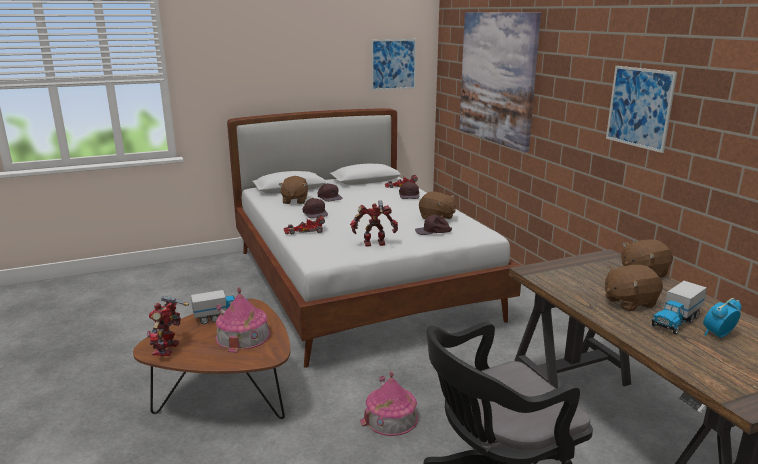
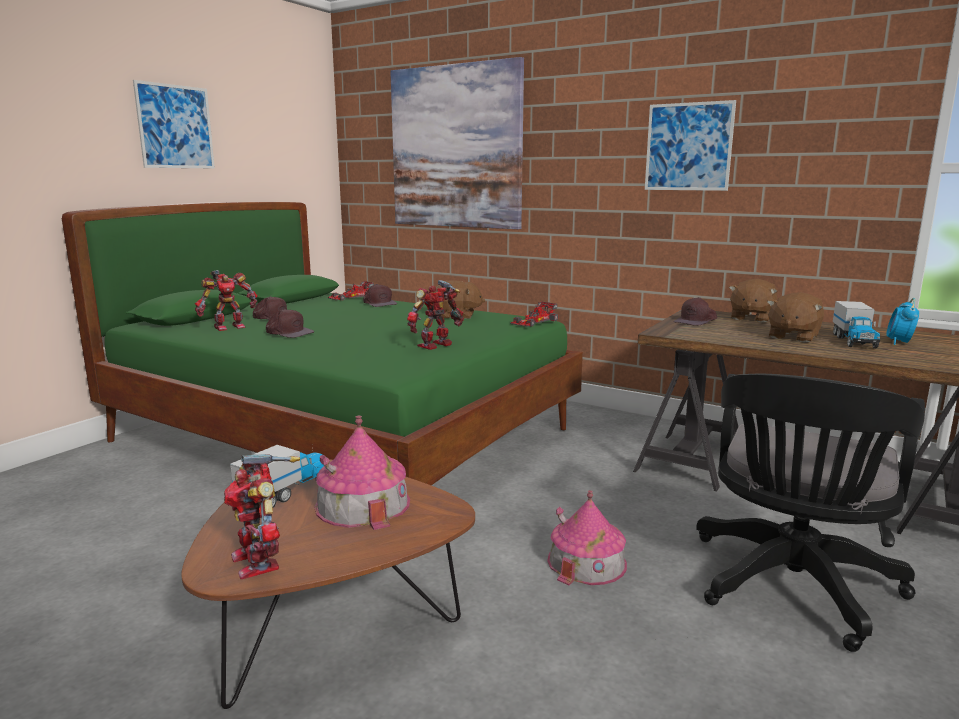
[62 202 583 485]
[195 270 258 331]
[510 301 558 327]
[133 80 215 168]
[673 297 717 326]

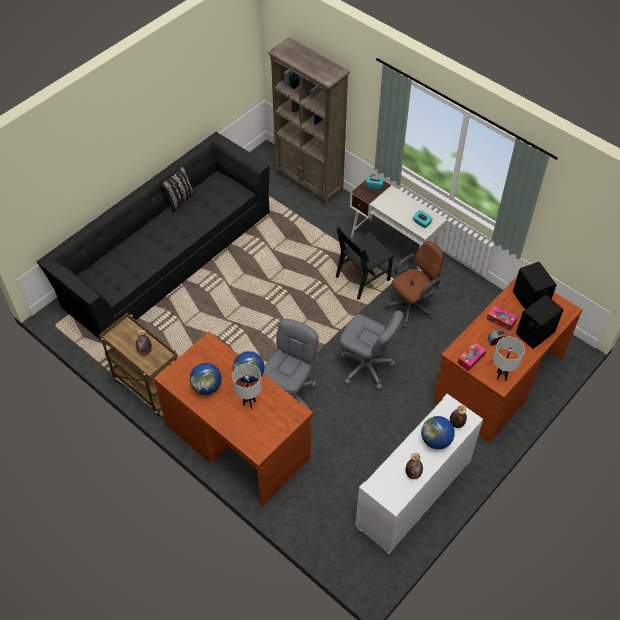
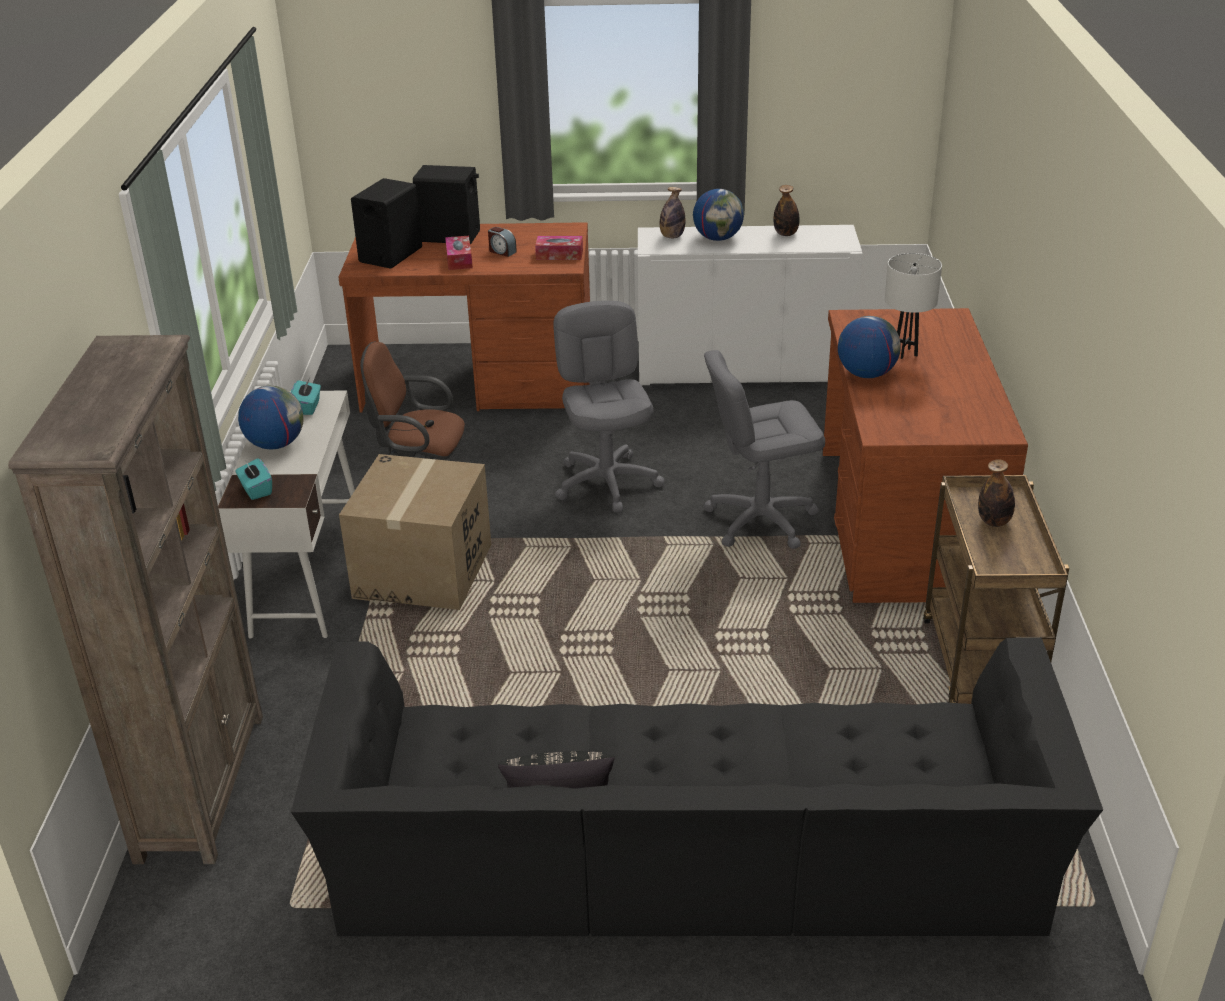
[238 386 304 449]
[339 454 491 610]
[493 337 525 381] (first image)

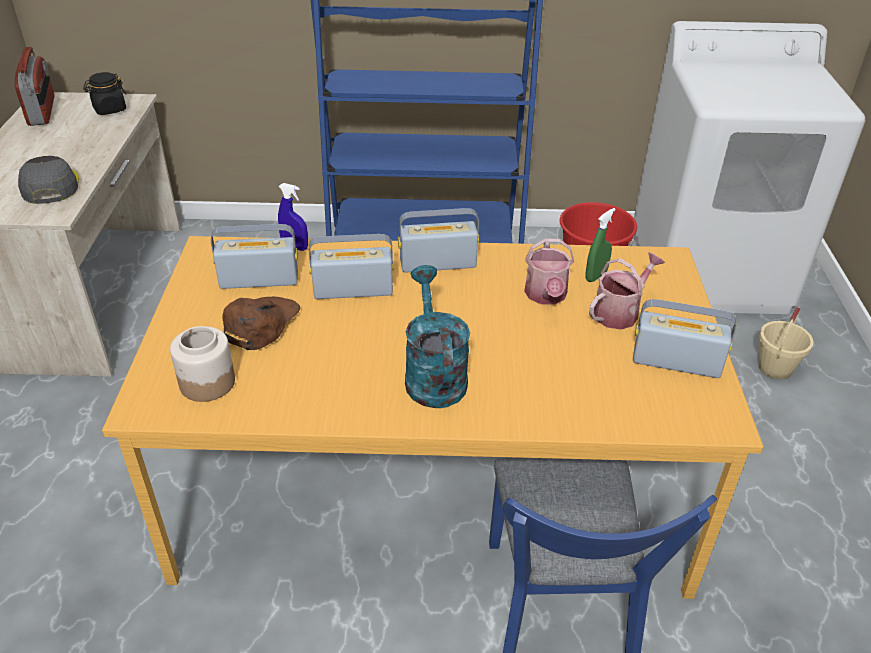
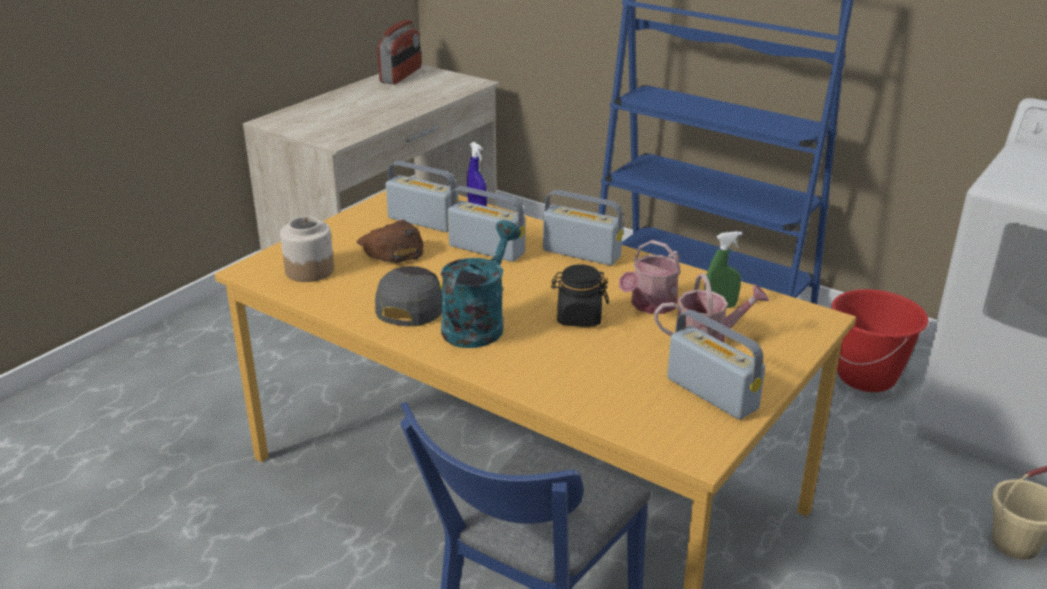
[375 266 442 327]
[551 264 609 327]
[357 220 423 263]

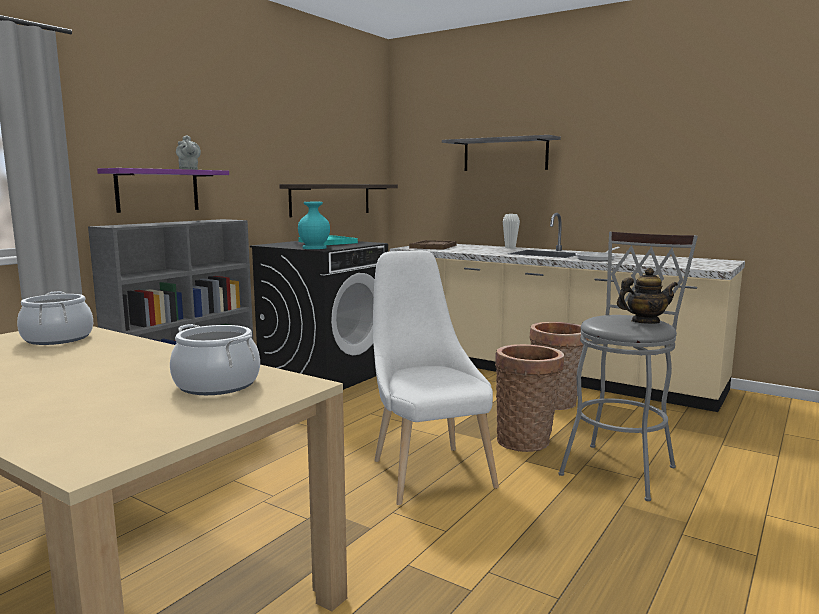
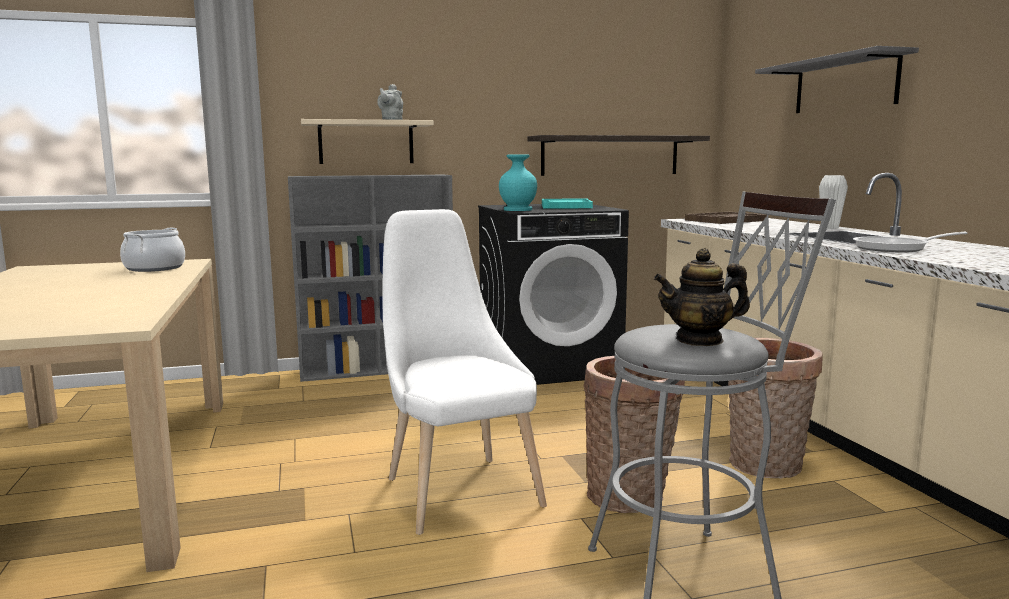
[301 119 434 164]
[170 324 260 395] (first image)
[382 209 547 535]
[654 248 750 346]

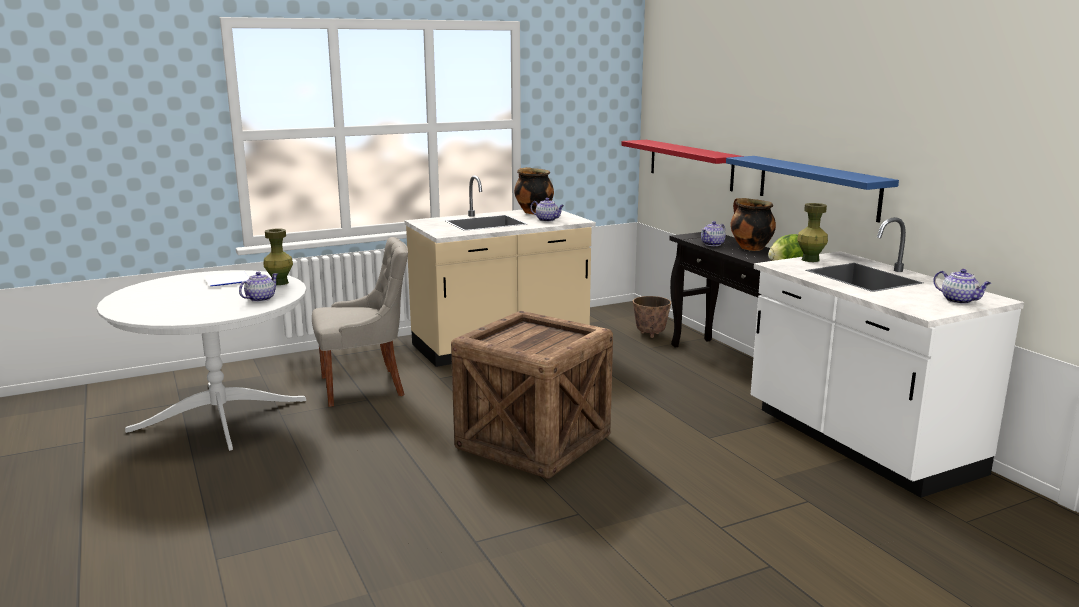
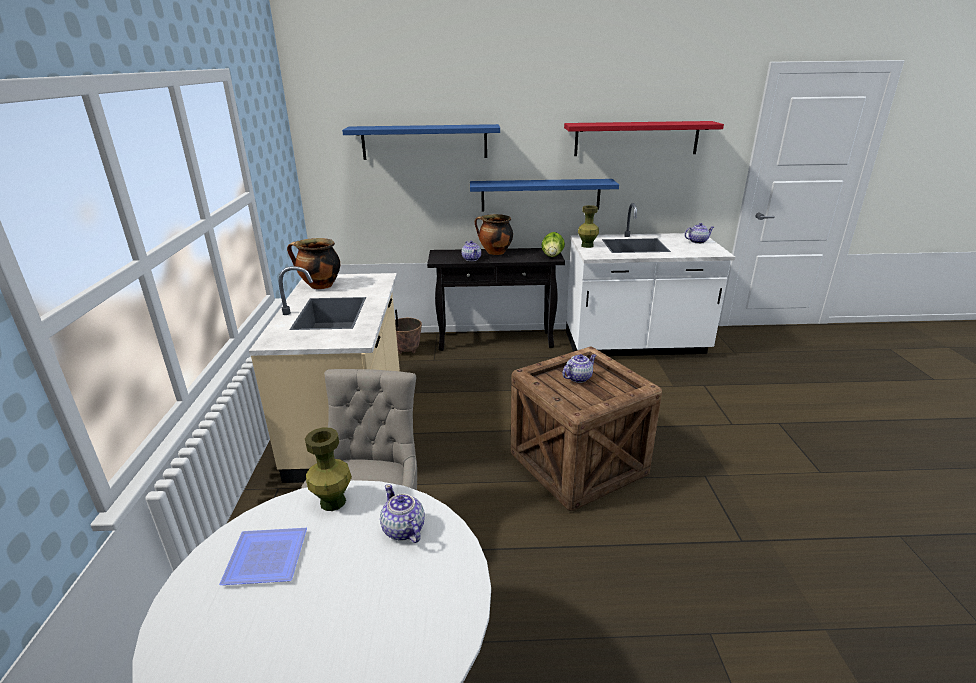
[562 354 596 383]
[564 121 724 156]
[342 124 500 160]

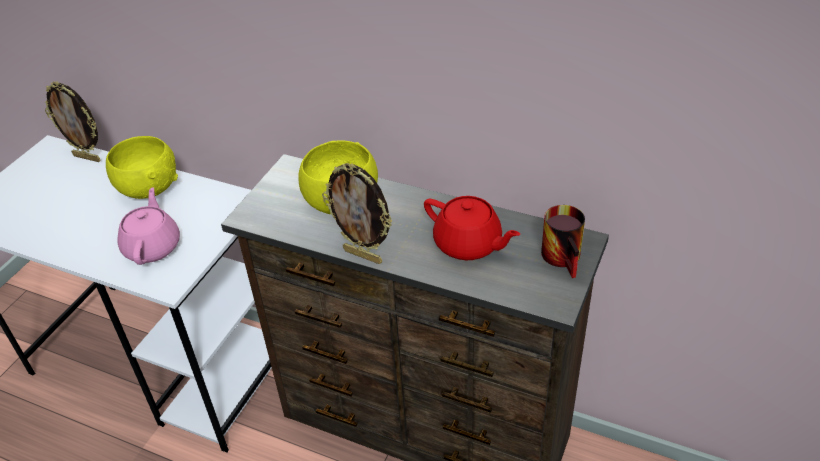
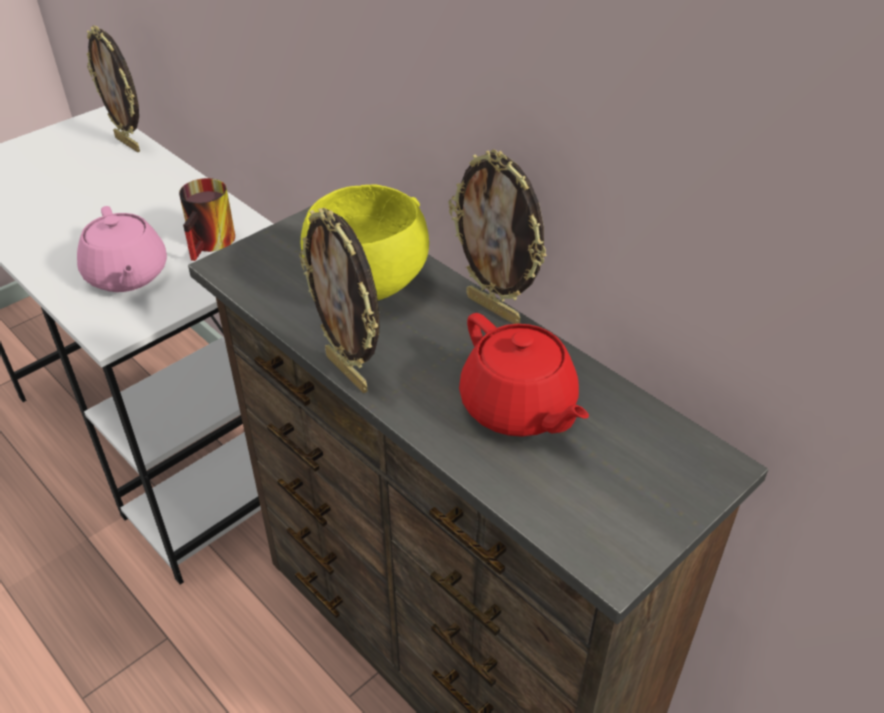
[106 136 178 199] (first image)
[77 206 167 292]
[179 178 235 261]
[448 149 547 324]

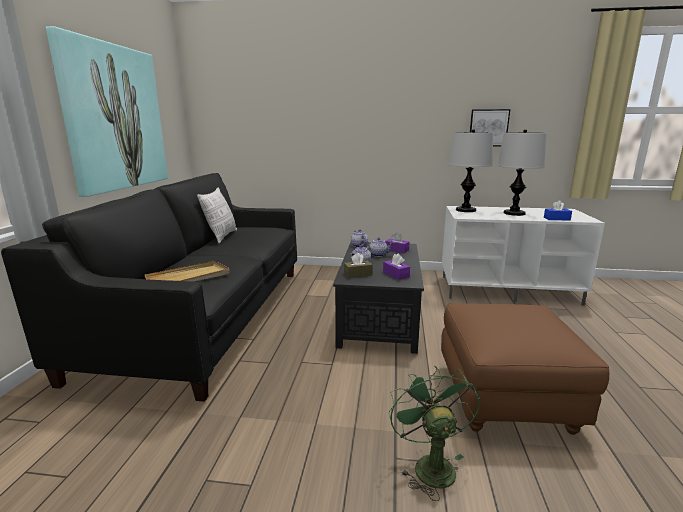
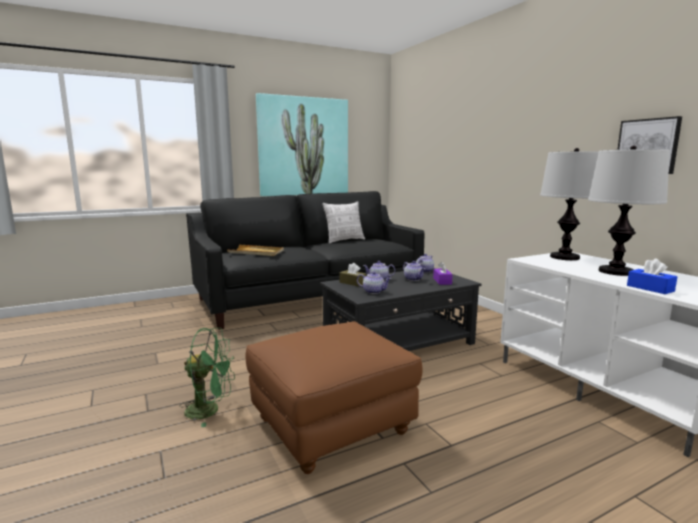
[357 271 391 294]
[179 328 235 427]

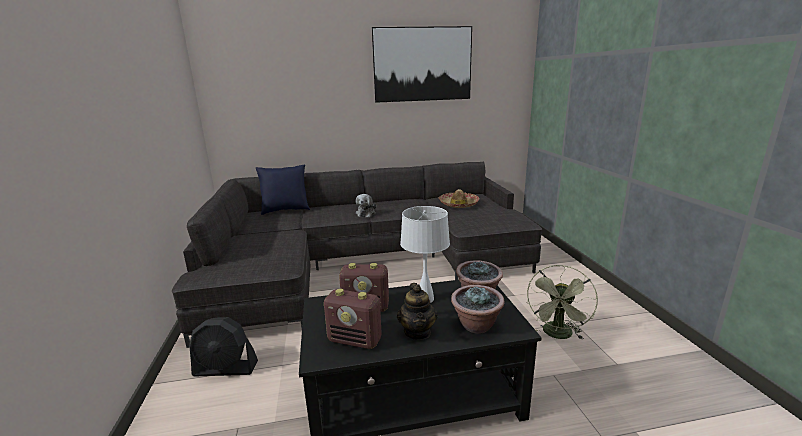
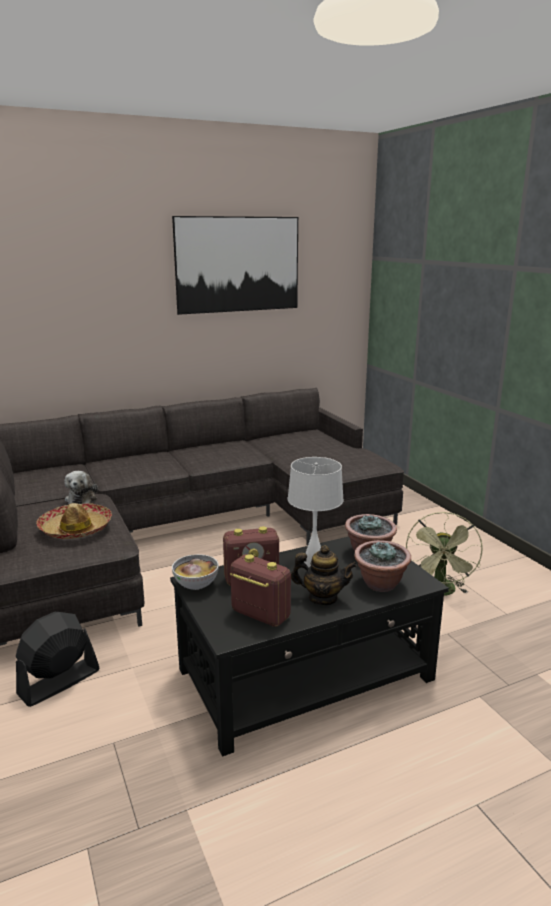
[16 612 100 707]
[256 165 310 215] (first image)
[230 554 291 627]
[65 471 98 504]
[291 545 357 605]
[36 503 112 539]
[172 554 219 590]

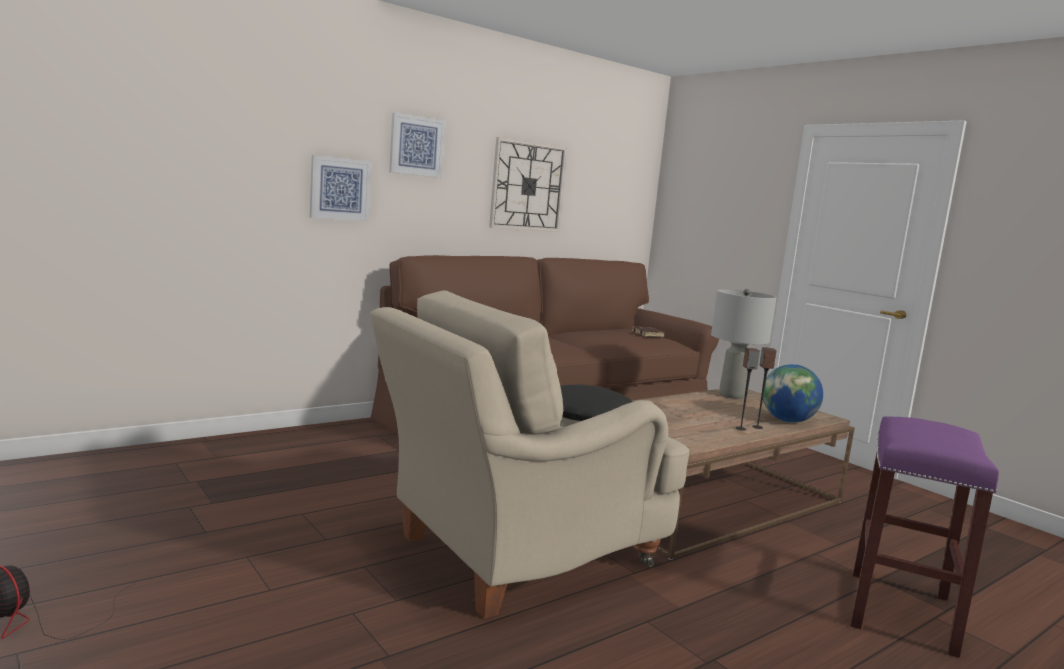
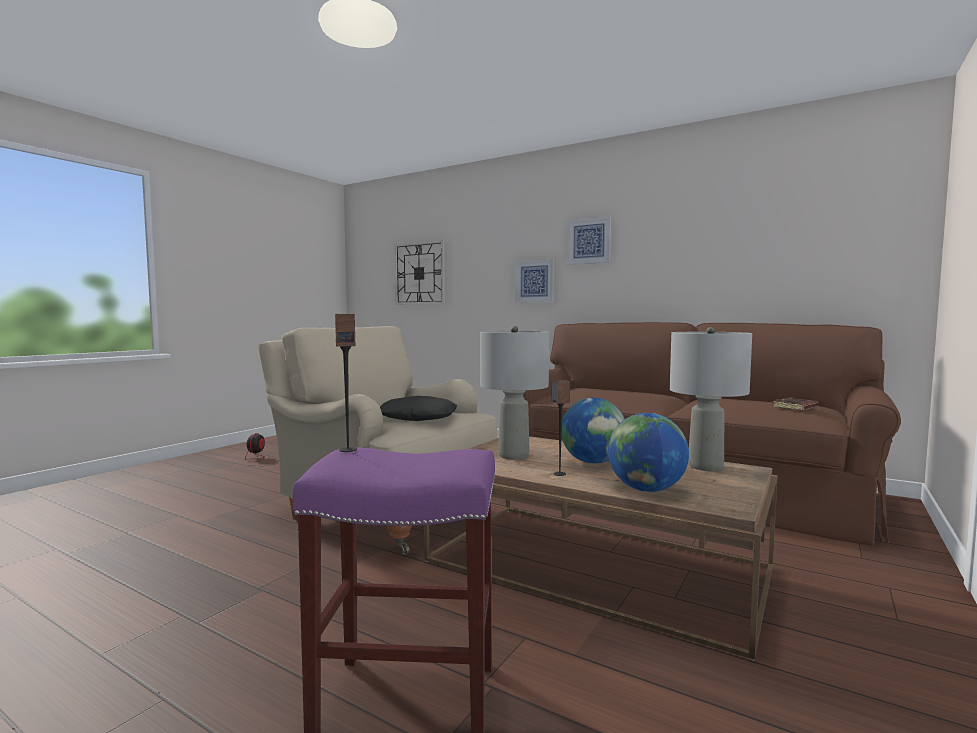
[394 240 445 305]
[335 314 357 452]
[480 326 549 460]
[561 397 625 464]

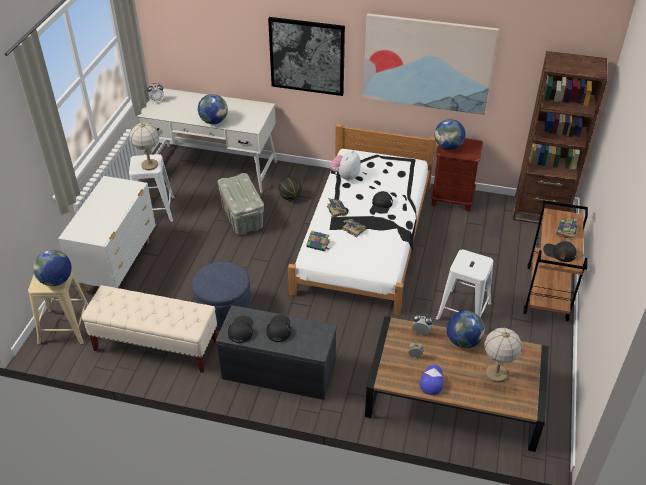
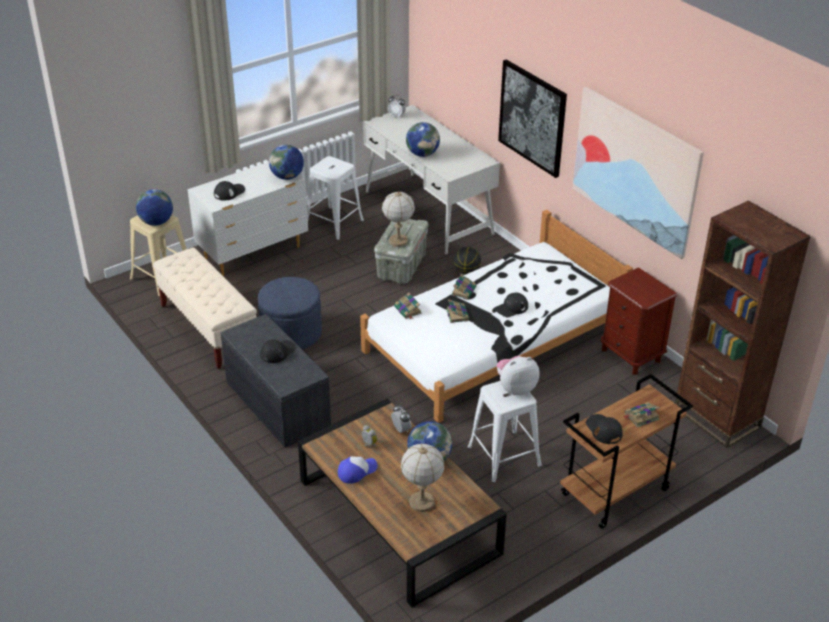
[382 192 415 247]
[214 181 245 201]
[497 356 540 395]
[269 145 304 180]

